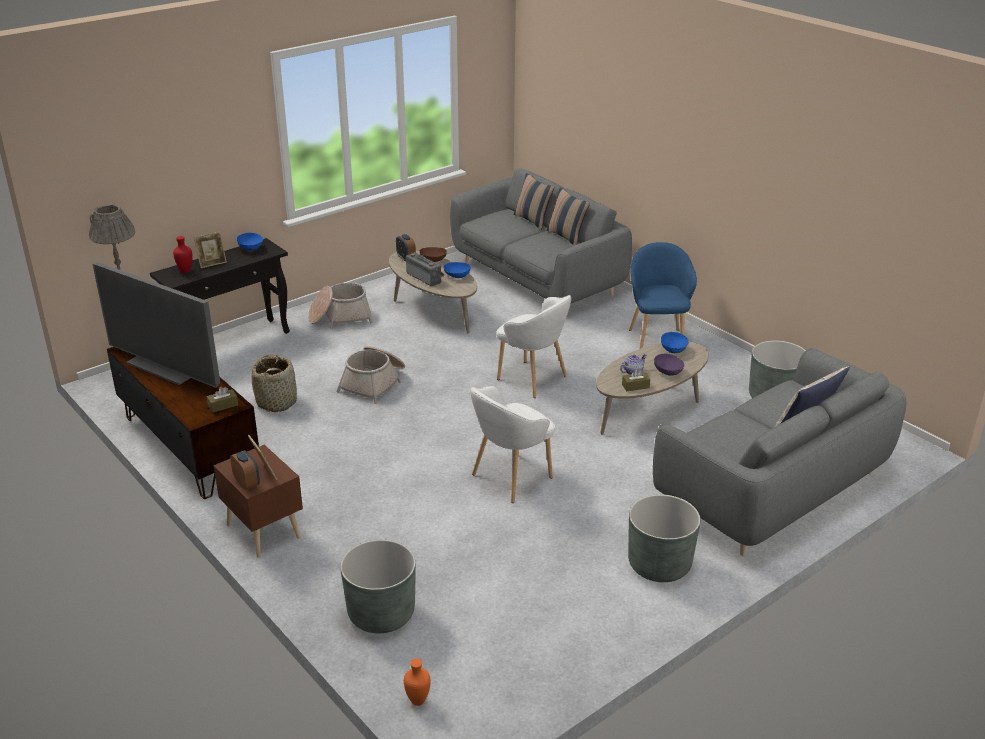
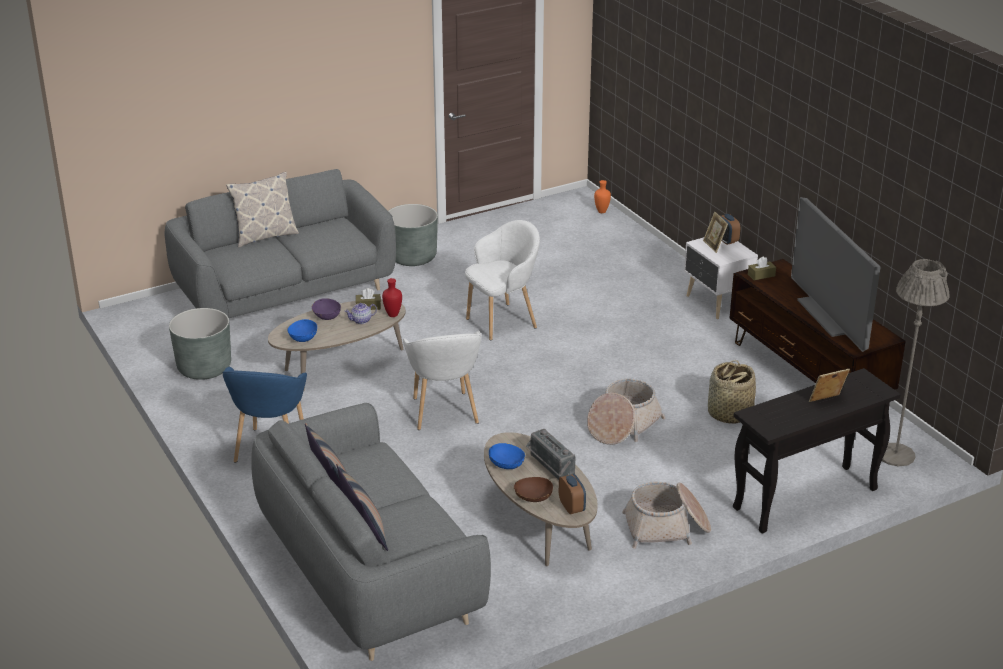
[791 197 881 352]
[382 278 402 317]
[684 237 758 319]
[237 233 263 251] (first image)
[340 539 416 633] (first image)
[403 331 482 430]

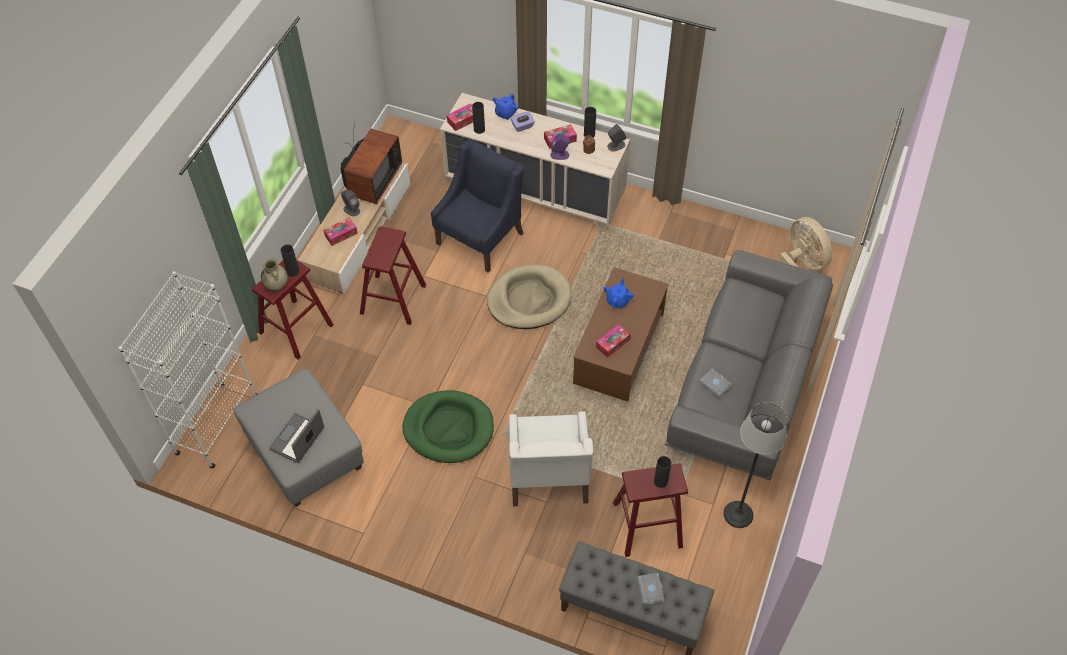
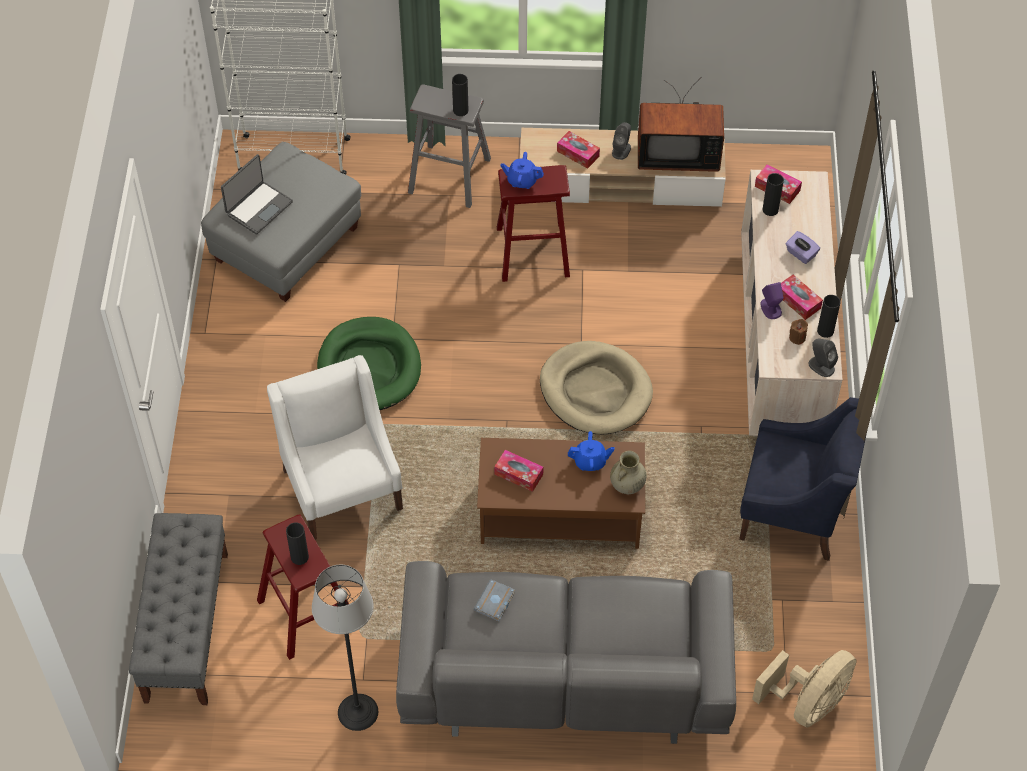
[408 85 491 208]
[610 451 646 494]
[221 154 293 234]
[739 397 867 561]
[500 152 544 189]
[267 355 403 540]
[637 573 665 605] (first image)

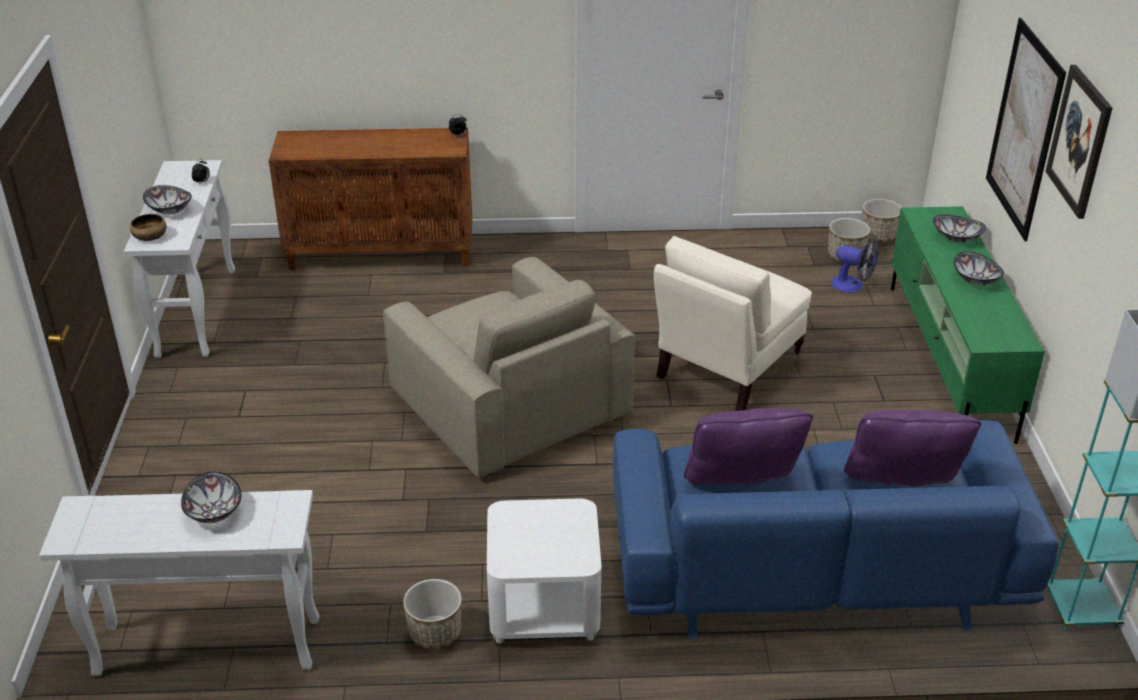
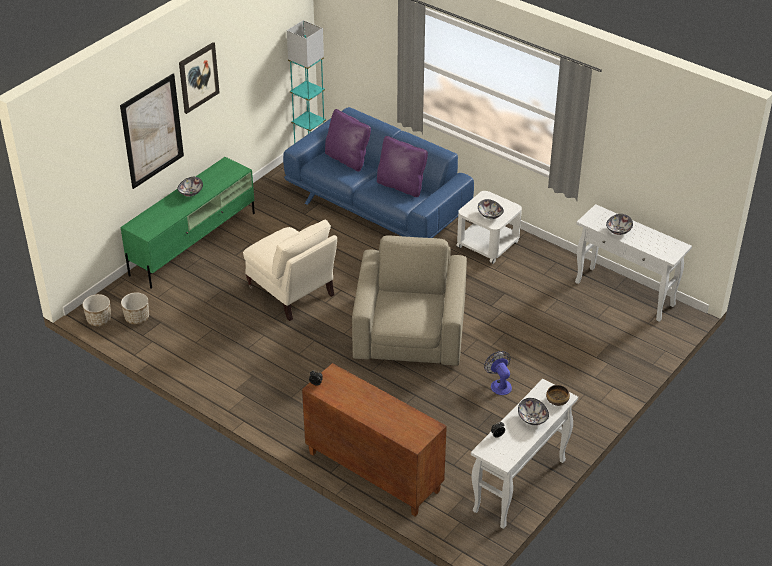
[403 579 462 649] (first image)
[243 219 337 321]
[484 351 512 395]
[478 199 504 219]

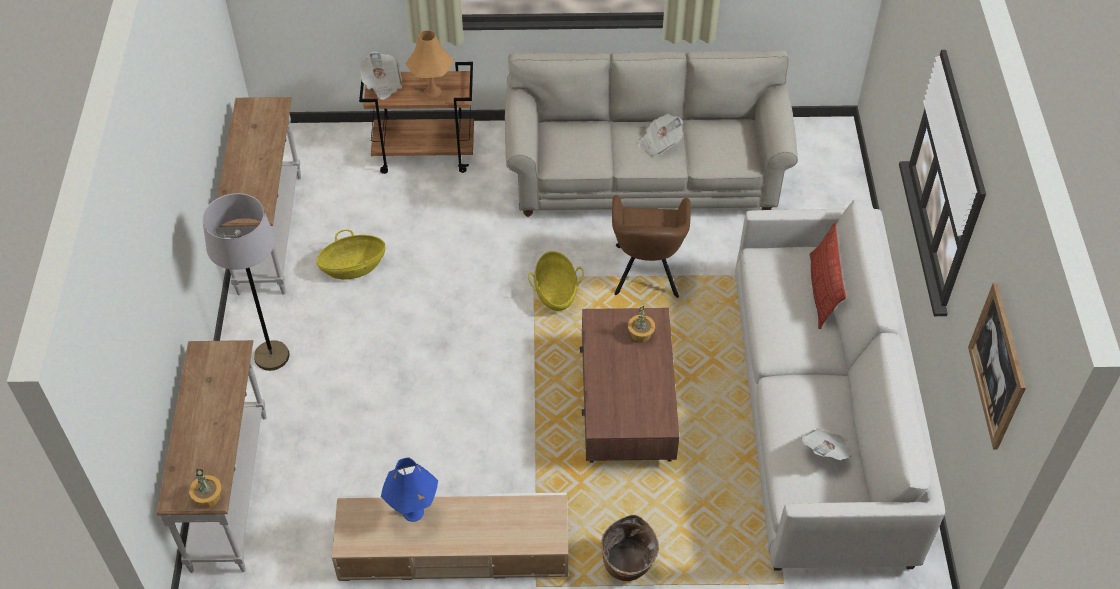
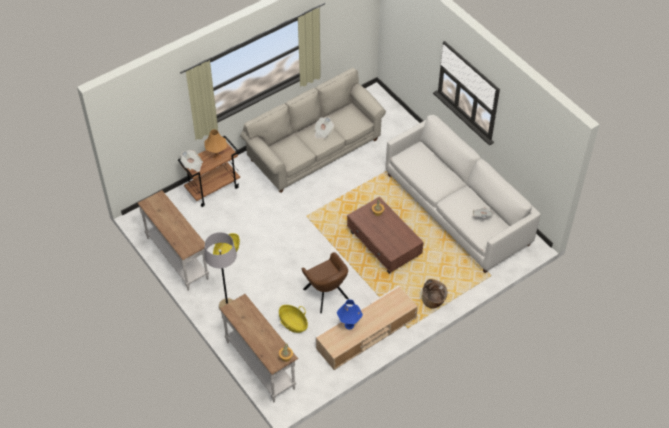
[279 305 308 333]
[302 252 349 313]
[810 223 846 329] (first image)
[968 283 1026 450] (first image)

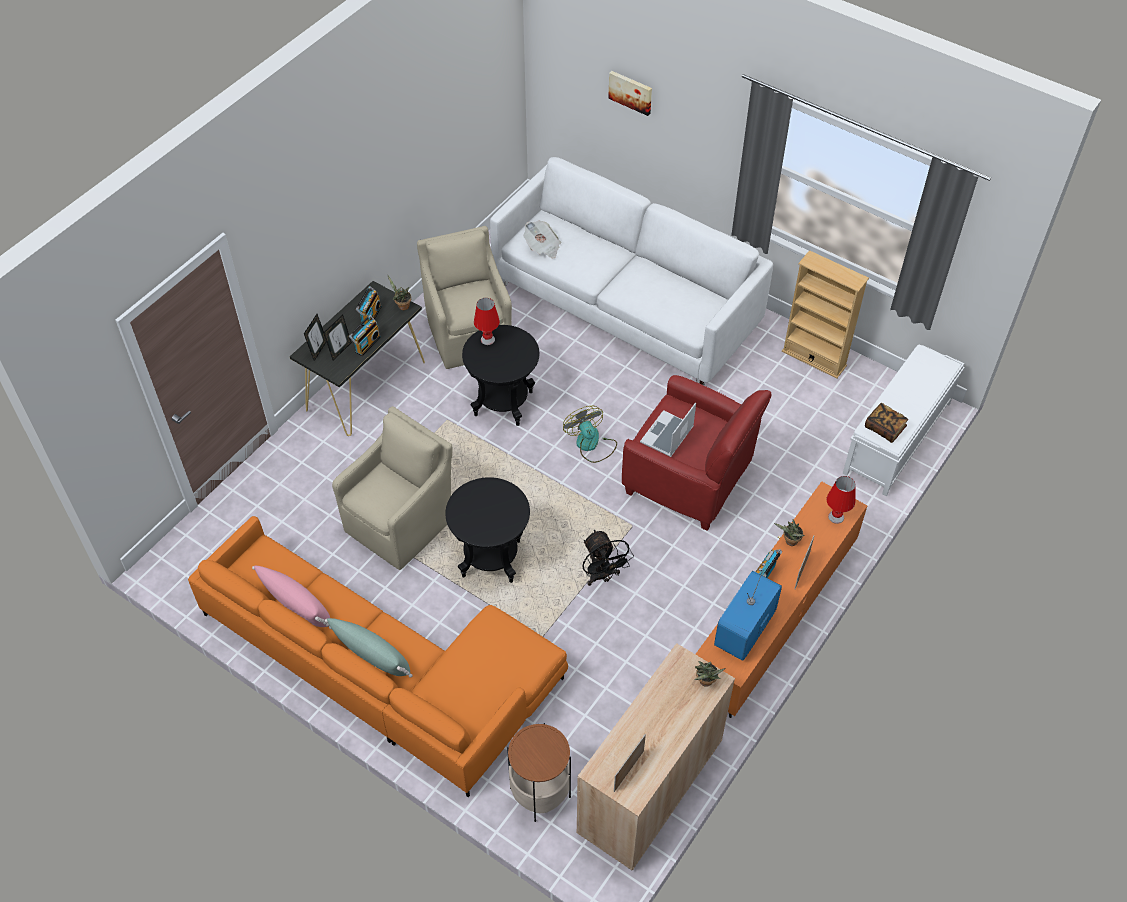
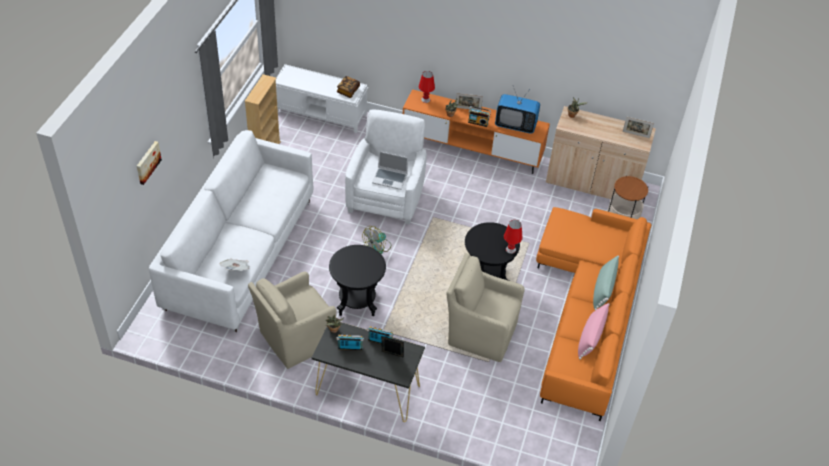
[304 314 326 361] (first image)
[504 220 522 254]
[582 530 634 586] (first image)
[345 109 427 225]

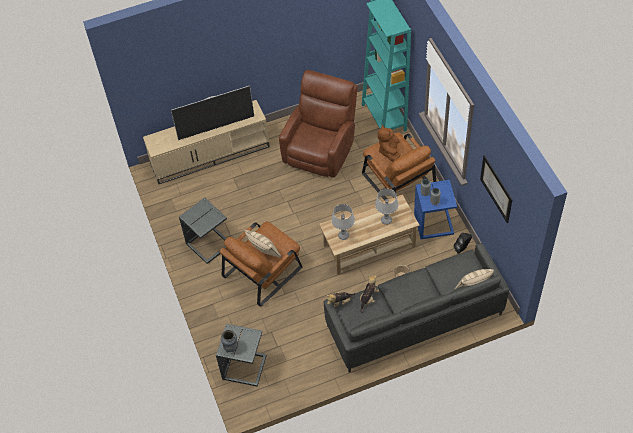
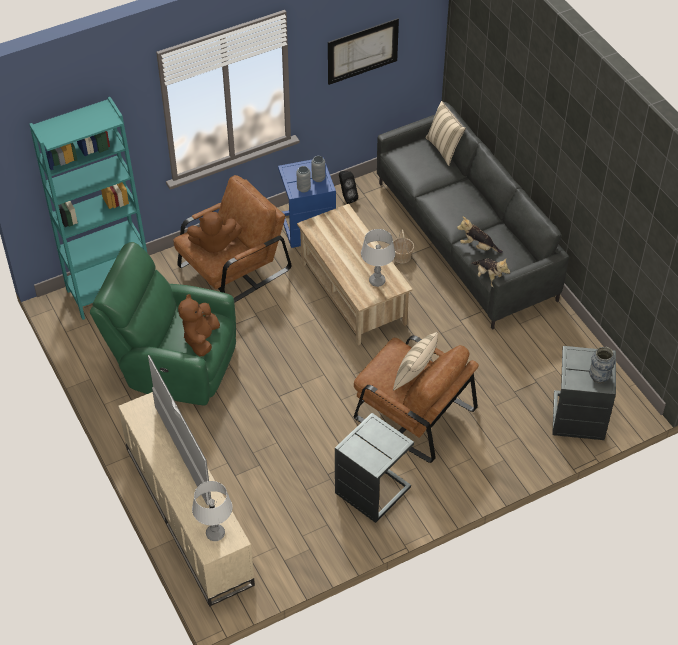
[90 242 236 405]
[192 481 233 541]
[178 294 220 356]

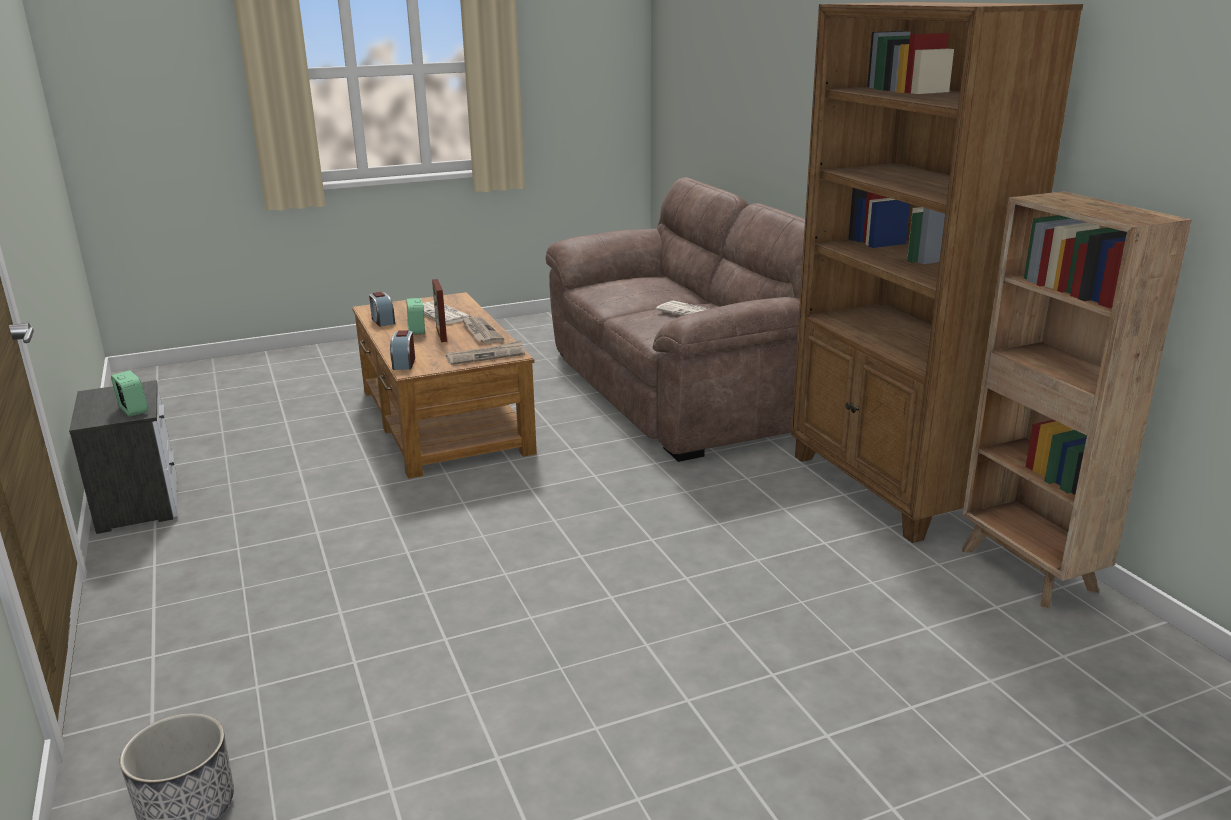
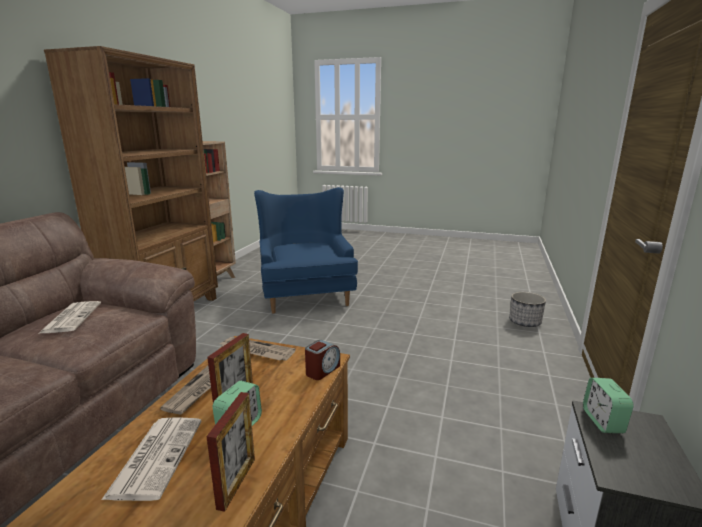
[206 392 255 512]
[254 187 358 314]

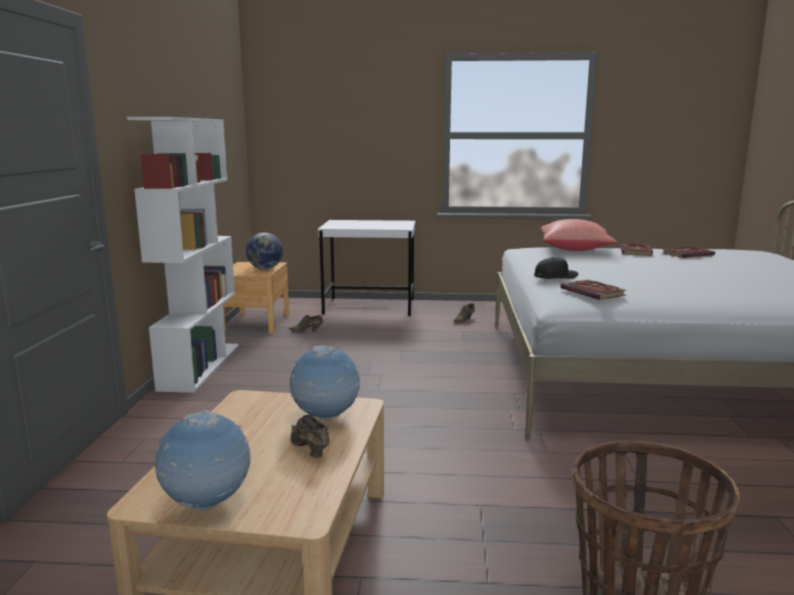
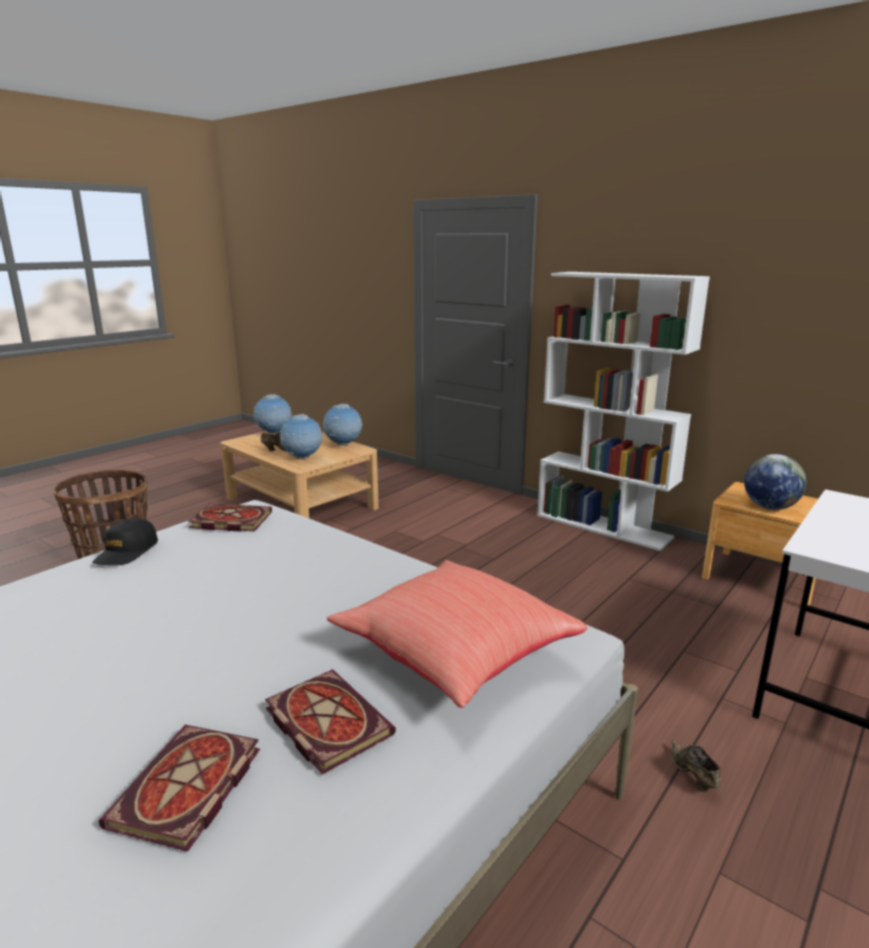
[289 315 323 332] (first image)
[93 518 158 566]
[323 404 363 445]

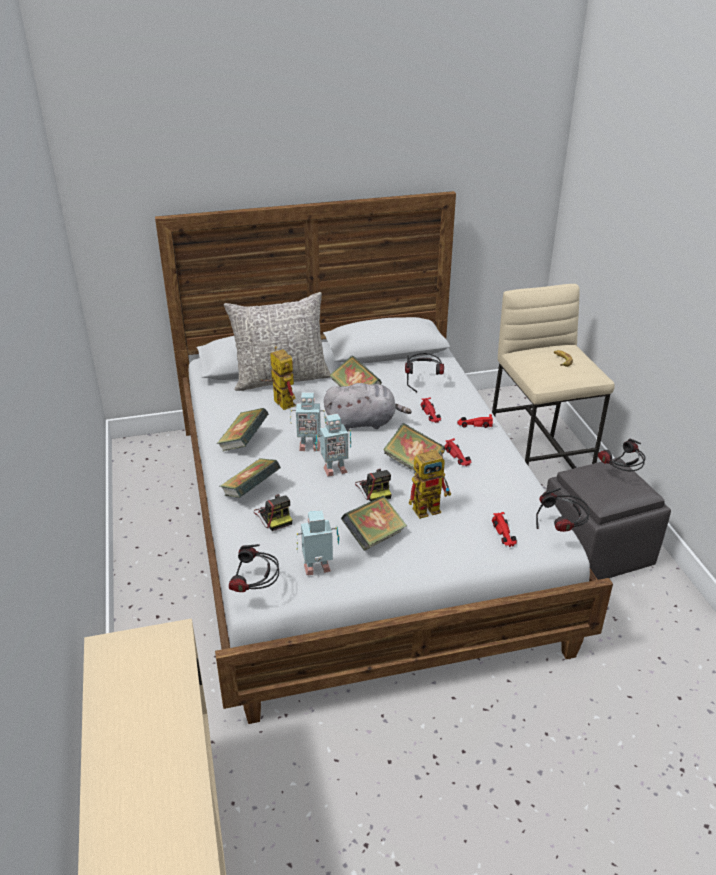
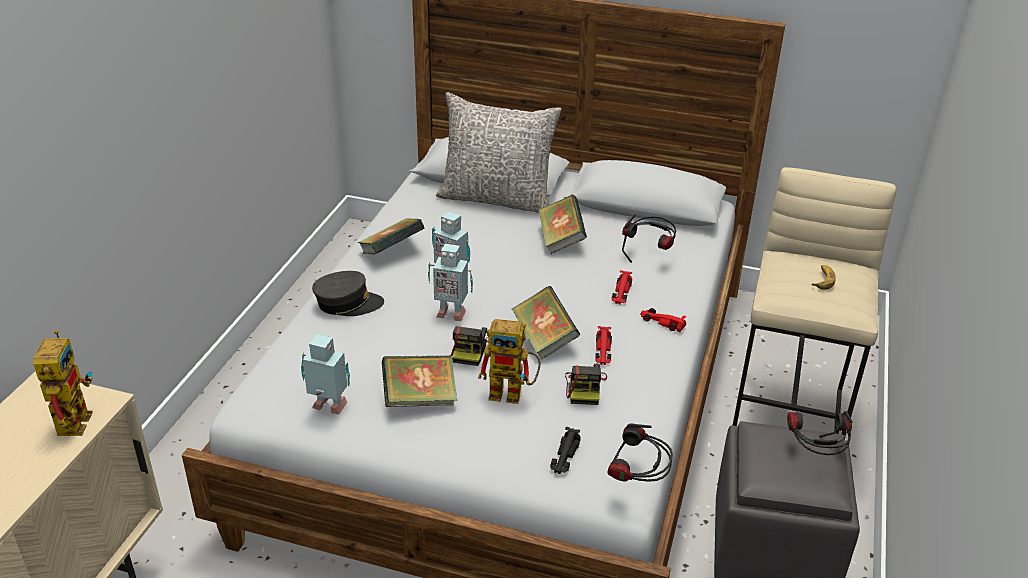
[312 271 384 316]
[229 544 279 592] (first image)
[565 364 607 405]
[33 330 93 436]
[324 383 412 431] (first image)
[550 427 581 474]

